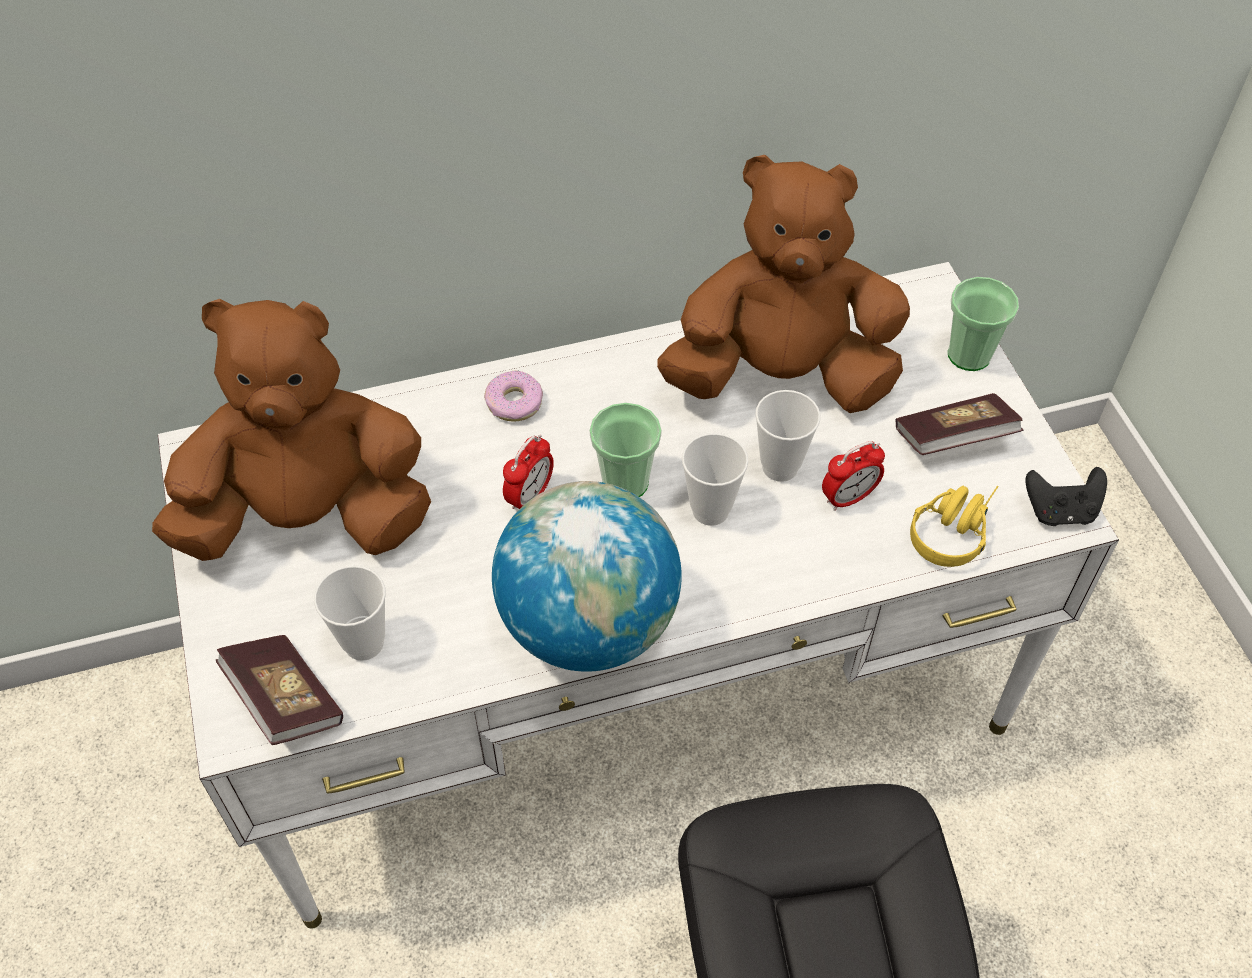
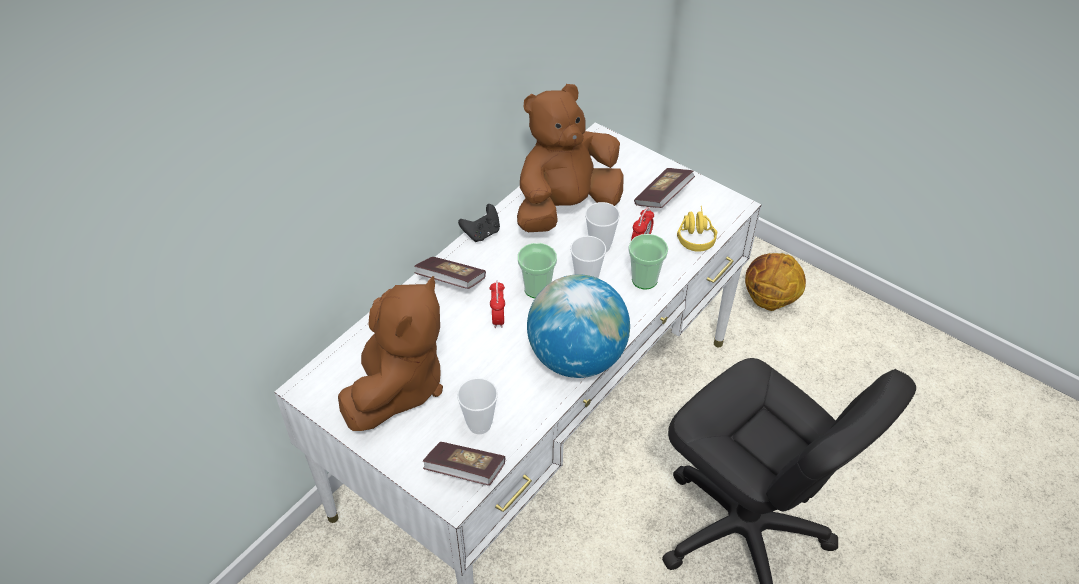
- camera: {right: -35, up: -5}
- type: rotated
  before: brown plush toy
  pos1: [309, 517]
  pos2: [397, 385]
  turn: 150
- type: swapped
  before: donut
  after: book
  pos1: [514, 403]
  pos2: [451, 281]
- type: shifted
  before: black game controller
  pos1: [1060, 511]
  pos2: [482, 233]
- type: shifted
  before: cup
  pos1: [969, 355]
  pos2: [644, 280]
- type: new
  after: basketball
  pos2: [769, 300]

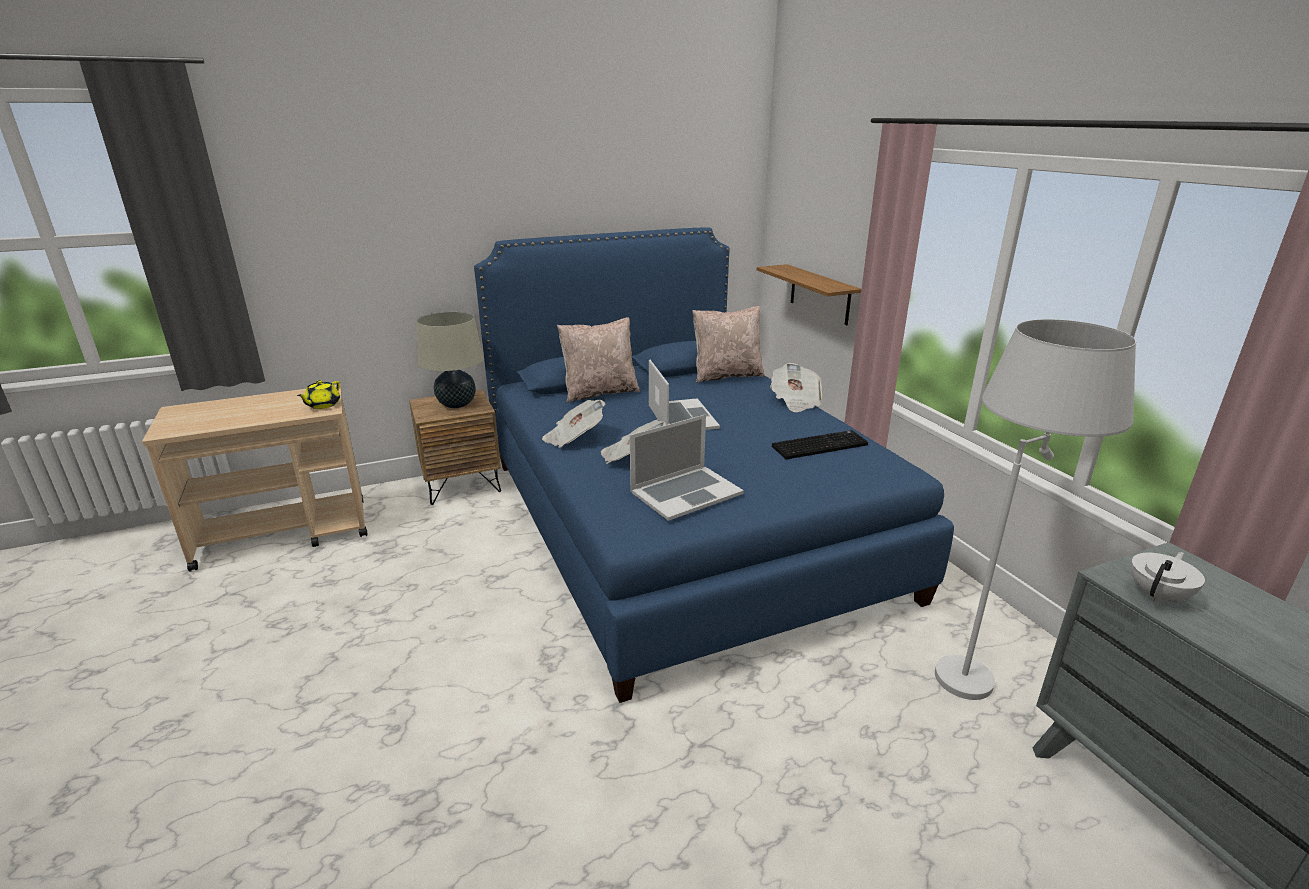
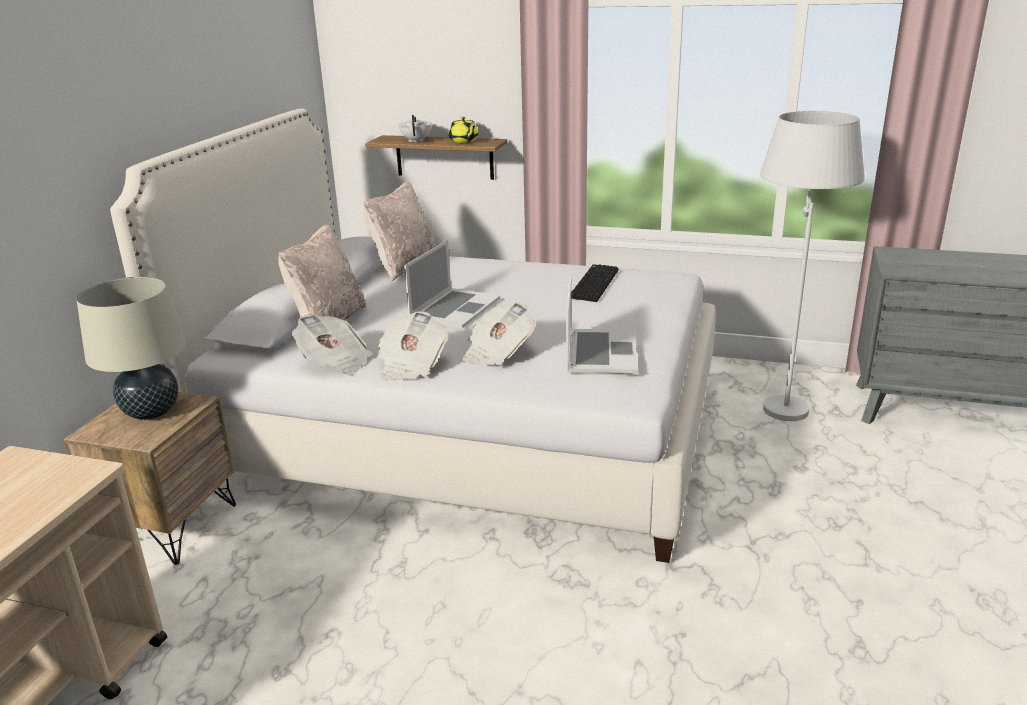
- camera: {right: -50, up: 0}
- type: repainted
  before: blue bed
  after: white bed
  pos1: [679, 524]
  pos2: [464, 429]
- type: shifted
  before: newspaper
  pos1: [795, 401]
  pos2: [334, 362]
- type: shifted
  before: white teapot
  pos1: [1158, 595]
  pos2: [416, 141]
- type: rotated
  before: laptop
  pos1: [682, 416]
  pos2: [454, 308]
  turn: 90
- type: shifted
  before: yellow teapot
  pos1: [322, 405]
  pos2: [464, 141]

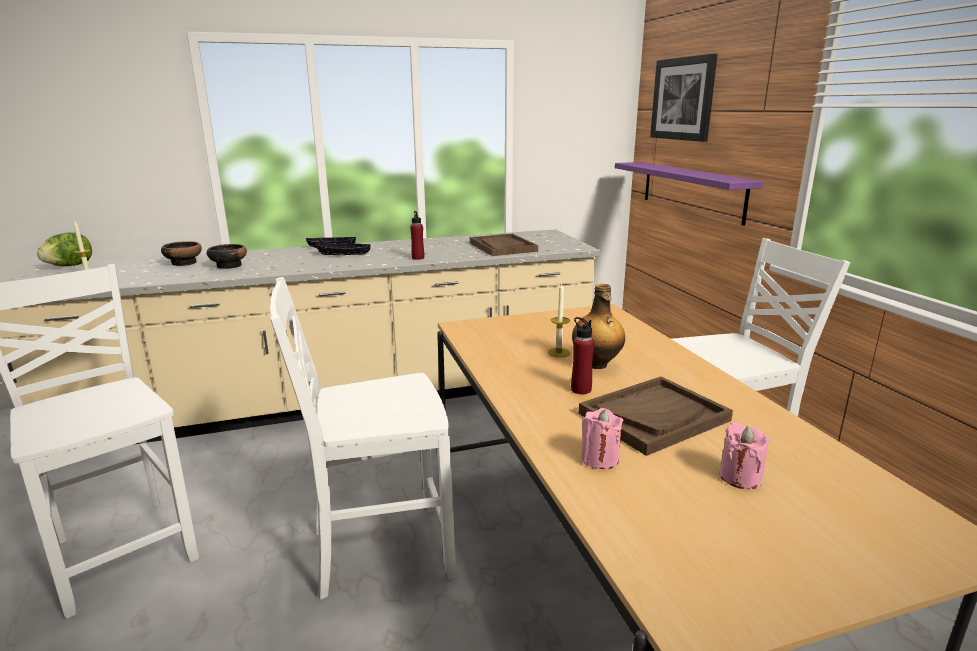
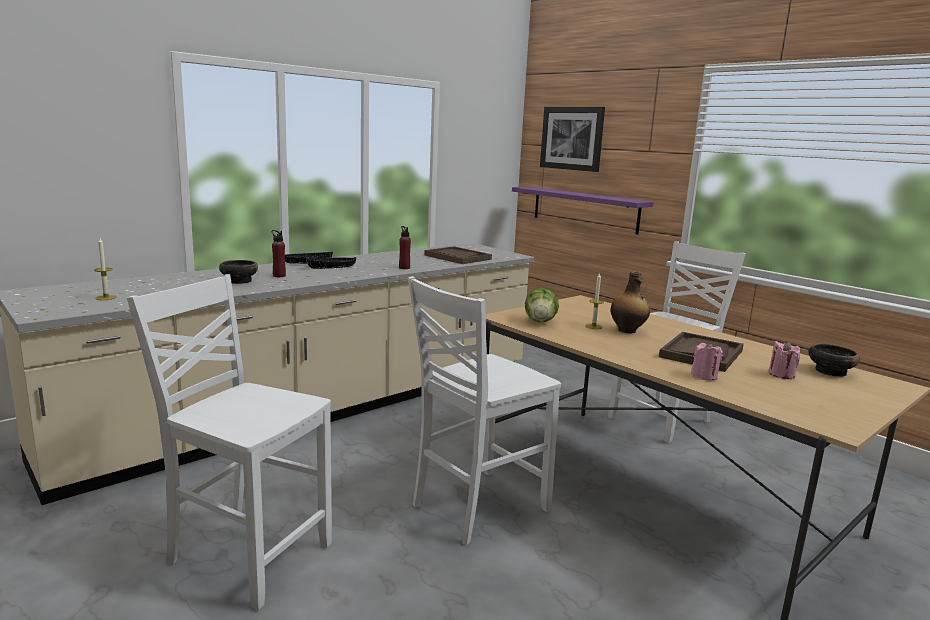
- camera: {right: -25, up: -5}
- type: shifted
  before: red bottle
  pos1: [581, 389]
  pos2: [279, 276]
- type: shifted
  before: lettuce
  pos1: [70, 266]
  pos2: [540, 321]
- type: shifted
  before: bowl
  pos1: [184, 263]
  pos2: [829, 371]

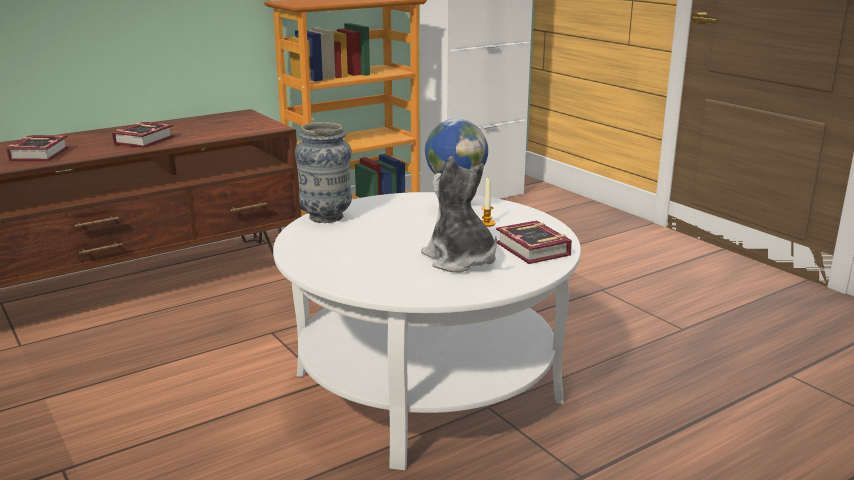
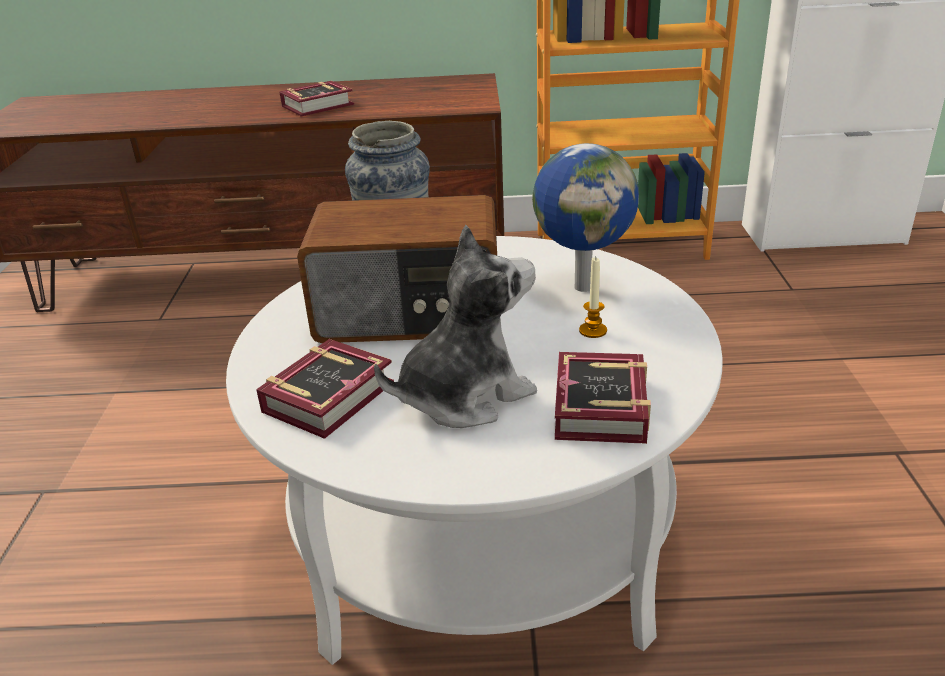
- camera: {right: 35, up: 10}
- type: shifted
  before: book
  pos1: [42, 154]
  pos2: [334, 396]
- type: new
  after: radio
  pos2: [410, 314]
- type: rotated
  before: plush toy
  pos1: [460, 260]
  pos2: [464, 395]
  turn: 60

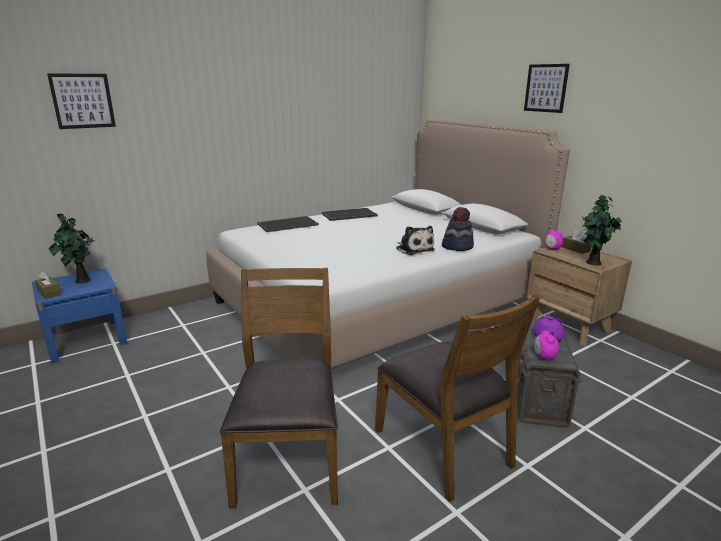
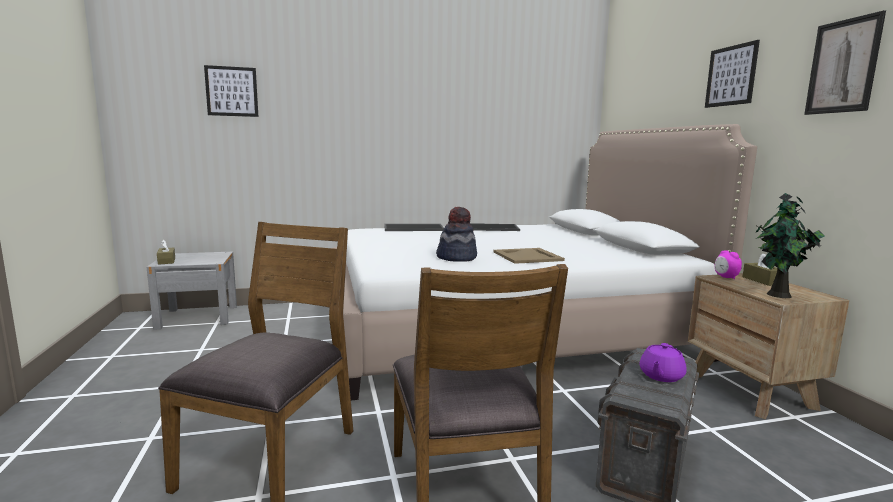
- camera: {right: 20, up: -10}
- type: repainted
  before: blue nightstand
  after: grey nightstand
  pos1: [86, 340]
  pos2: [198, 317]
- type: shifted
  before: hat
  pos1: [457, 246]
  pos2: [456, 258]
- type: swapped
  before: plush toy
  after: beige tray
  pos1: [414, 249]
  pos2: [527, 256]
- type: new
  after: picture
  pos2: [843, 66]
- type: gone
  before: potted plant
  pos1: [81, 281]
- type: gone
  before: alarm clock
  pos1: [543, 357]

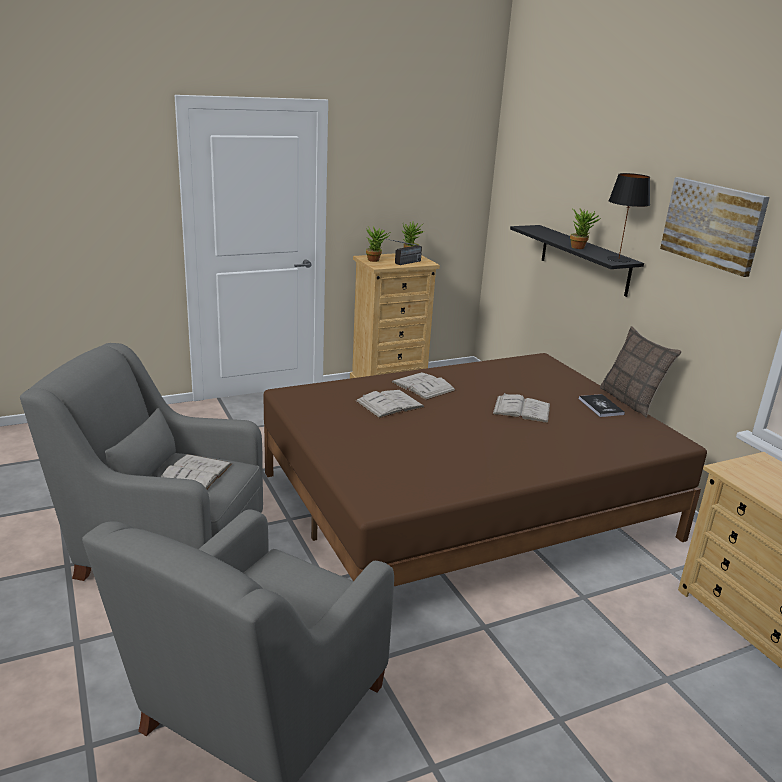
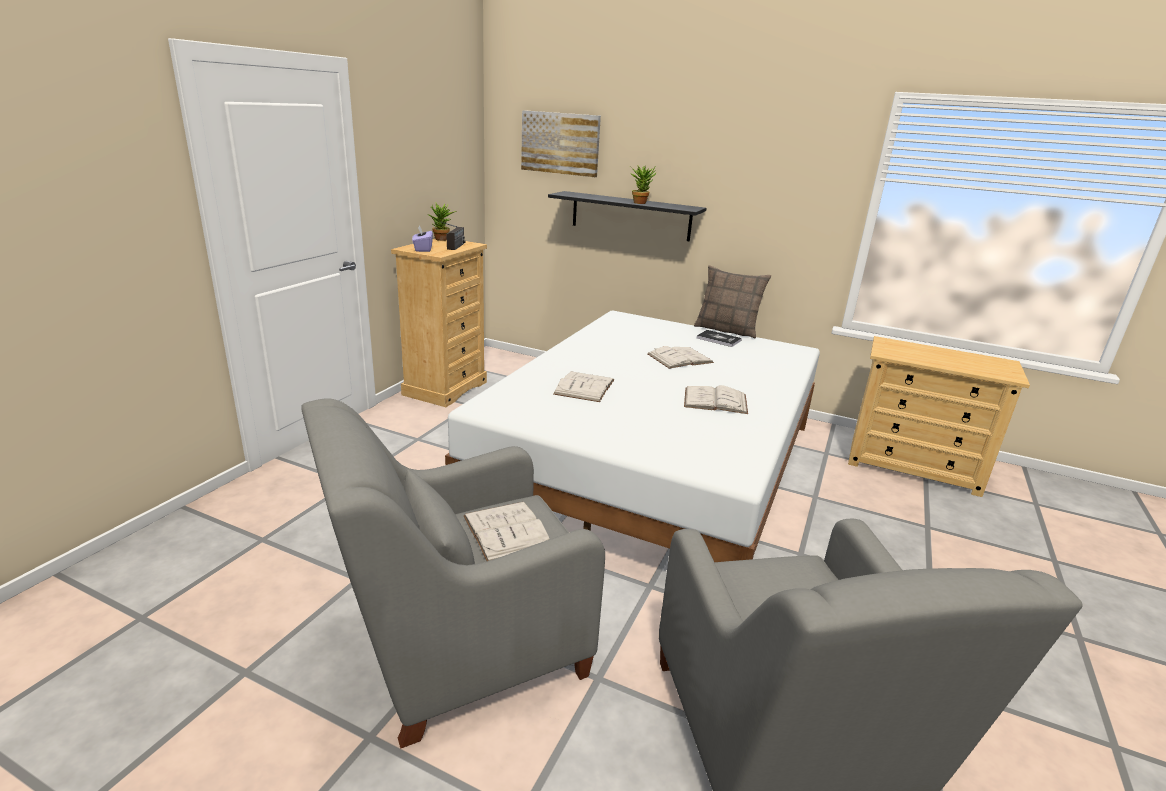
- camera: {right: -40, up: 0}
- type: swapped
  before: potted plant
  after: purple tissue box
  pos1: [376, 260]
  pos2: [423, 249]
- type: repainted
  before: brown bed
  after: white bed
  pos1: [466, 506]
  pos2: [652, 465]
- type: shifted
  before: picture
  pos1: [713, 224]
  pos2: [560, 143]
- type: shifted
  before: white book
  pos1: [423, 386]
  pos2: [715, 400]
- type: gone
  before: black table lamp
  pos1: [619, 259]

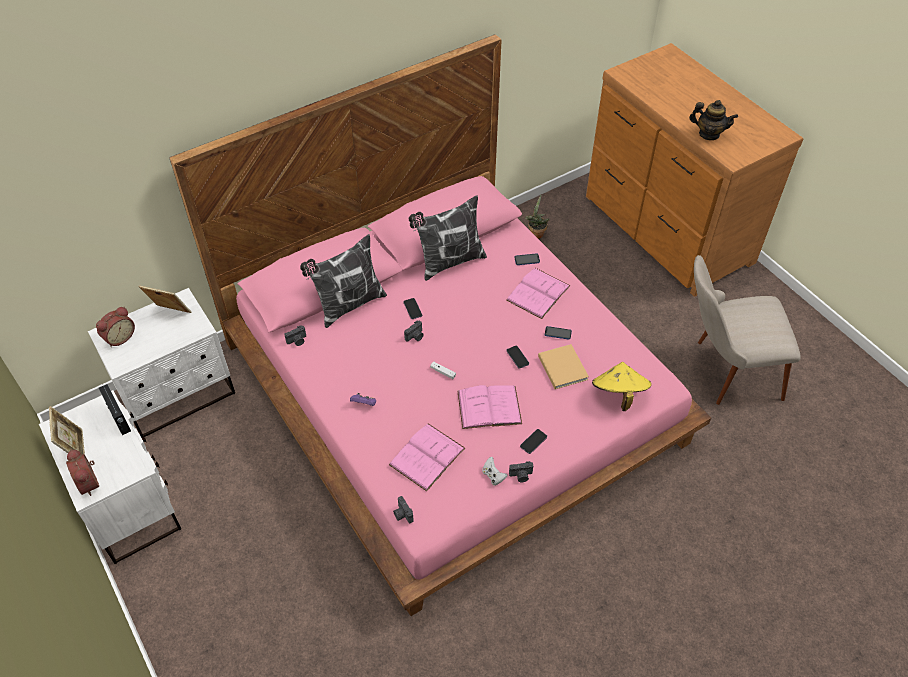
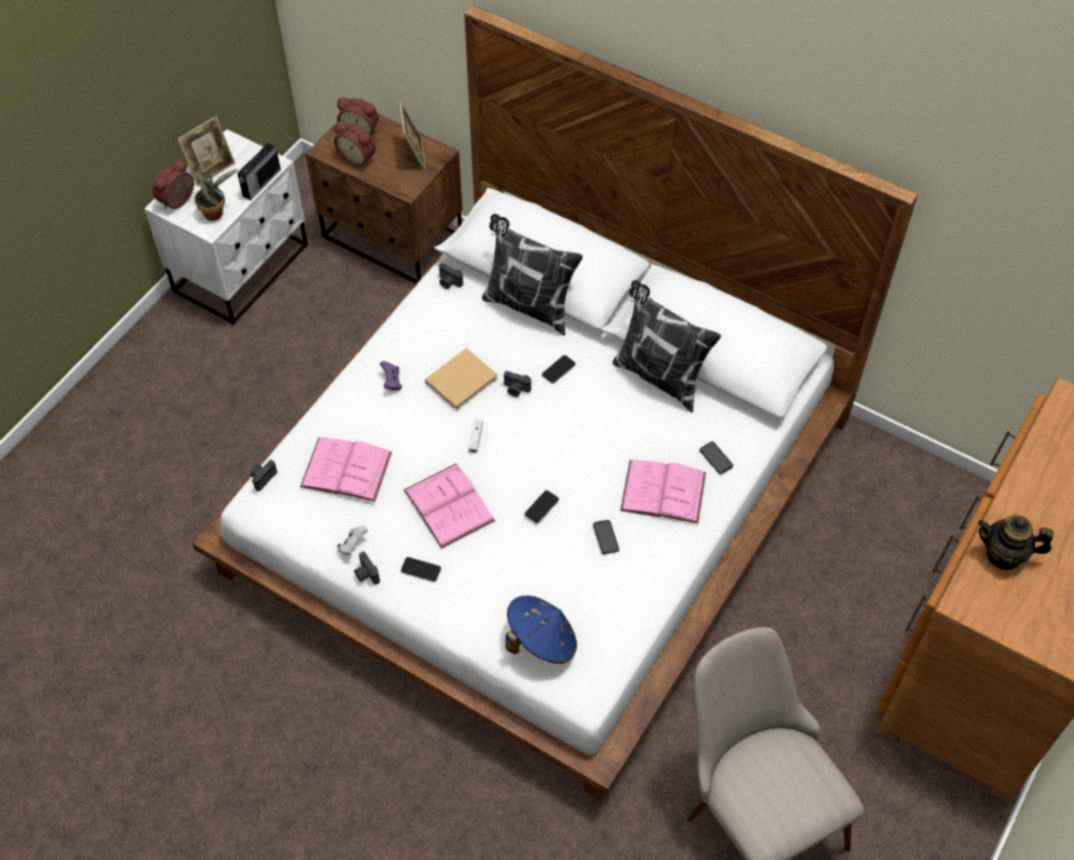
- camera: {right: 65, up: 5}
- type: repainted
  before: pink bed
  after: white bed
  pos1: [453, 391]
  pos2: [537, 494]
- type: shifted
  before: potted plant
  pos1: [536, 233]
  pos2: [216, 212]
- type: repainted
  before: white nightstand
  after: brown nightstand
  pos1: [178, 394]
  pos2: [392, 238]
- type: new
  after: alarm clock
  pos2: [358, 157]
- type: shifted
  before: beige book
  pos1: [562, 366]
  pos2: [463, 379]
- type: repainted
  before: yellow hat
  after: blue hat
  pos1: [618, 394]
  pos2: [541, 640]
- type: rotated
  before: teapot
  pos1: [709, 134]
  pos2: [1004, 555]
  turn: 105

